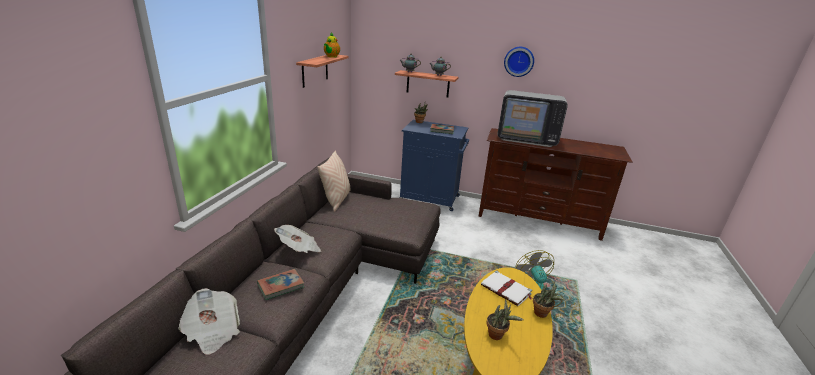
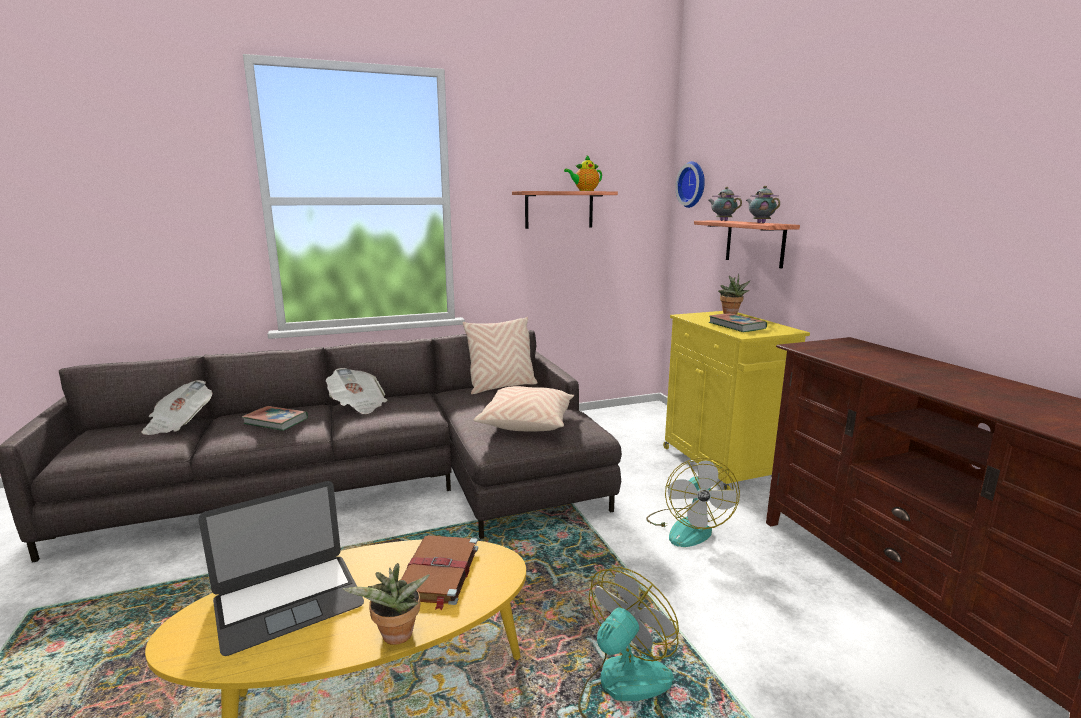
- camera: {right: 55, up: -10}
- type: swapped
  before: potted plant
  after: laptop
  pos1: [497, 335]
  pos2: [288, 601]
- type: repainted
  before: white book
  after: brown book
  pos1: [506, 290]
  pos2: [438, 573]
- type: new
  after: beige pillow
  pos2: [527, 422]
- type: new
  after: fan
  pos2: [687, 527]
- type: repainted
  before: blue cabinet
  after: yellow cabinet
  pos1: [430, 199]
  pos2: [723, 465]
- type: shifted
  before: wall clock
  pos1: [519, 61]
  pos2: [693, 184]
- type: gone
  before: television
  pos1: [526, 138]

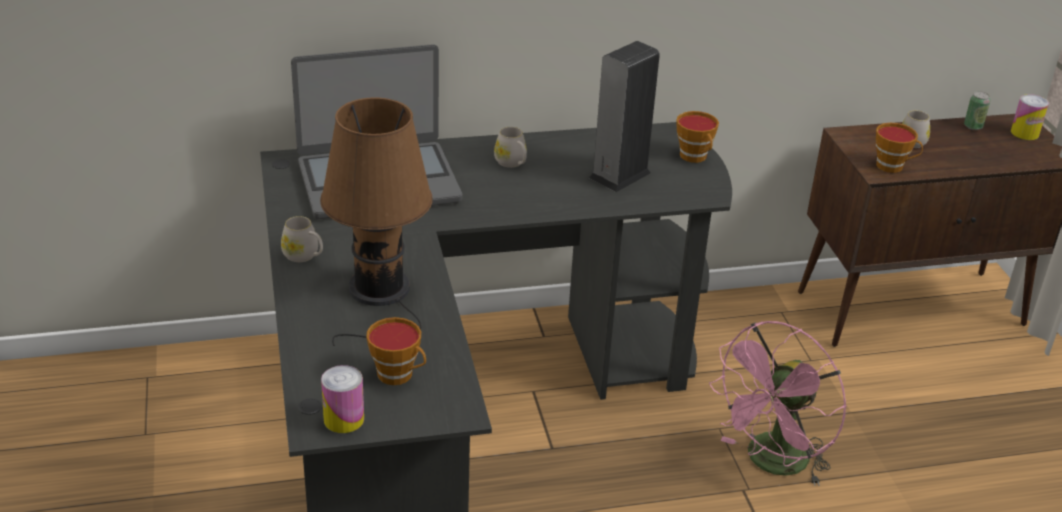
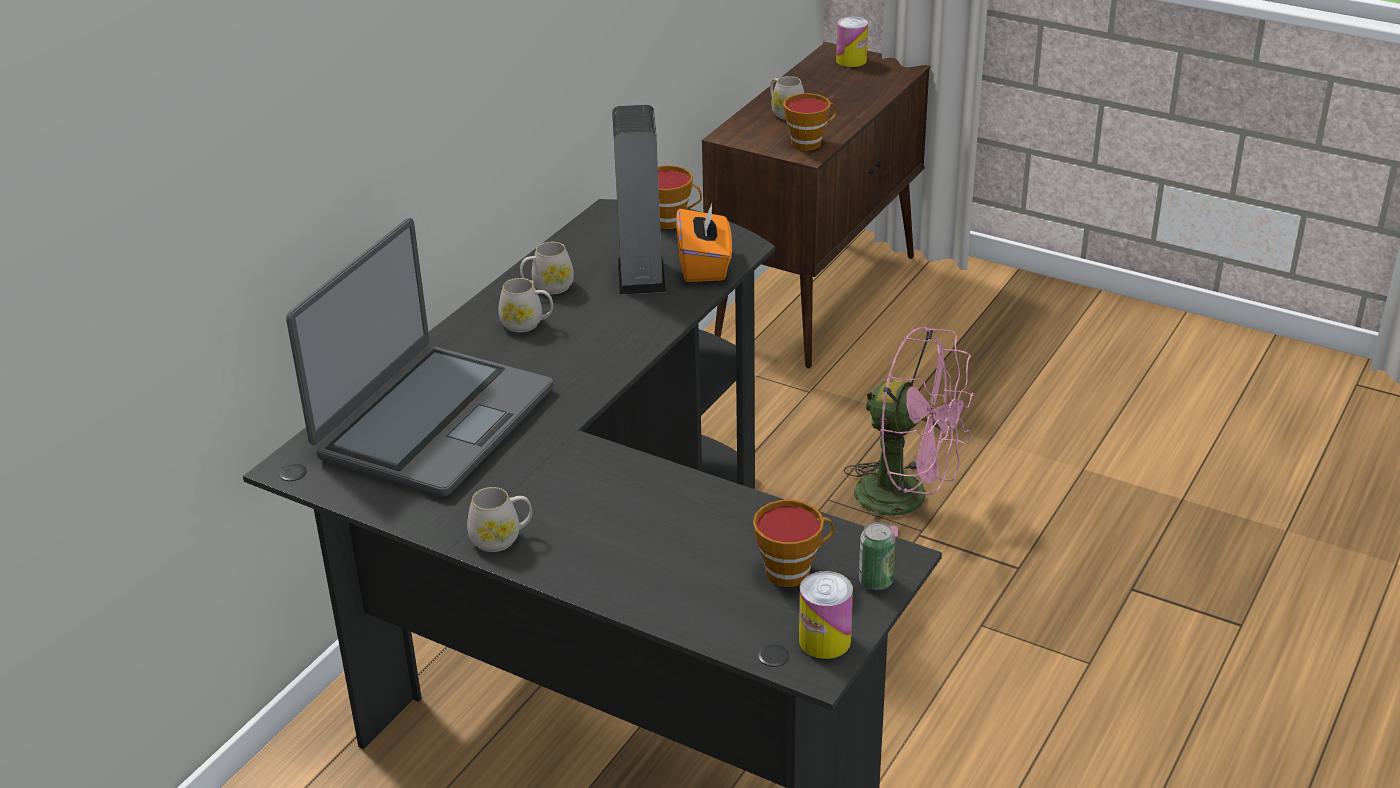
- camera: {right: -45, up: 0}
- type: new
  after: white mug
  pos2: [548, 287]
- type: new
  after: orange tissue box
  pos2: [704, 265]
- type: rotated
  before: pink fan
  pos1: [771, 464]
  pos2: [907, 498]
  turn: -60
- type: shifted
  before: can
  pos1: [973, 126]
  pos2: [875, 581]
- type: gone
  before: brown table lamp
  pos1: [379, 293]

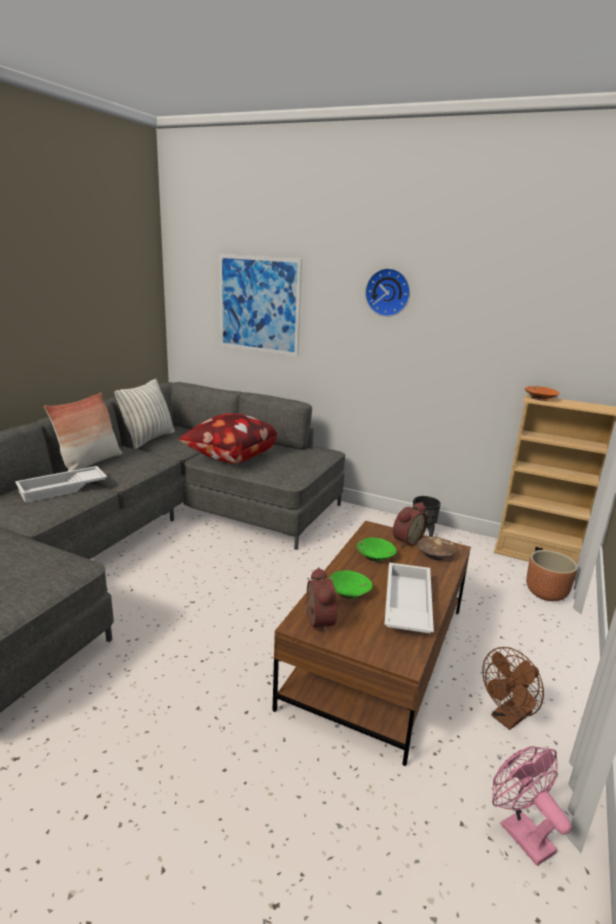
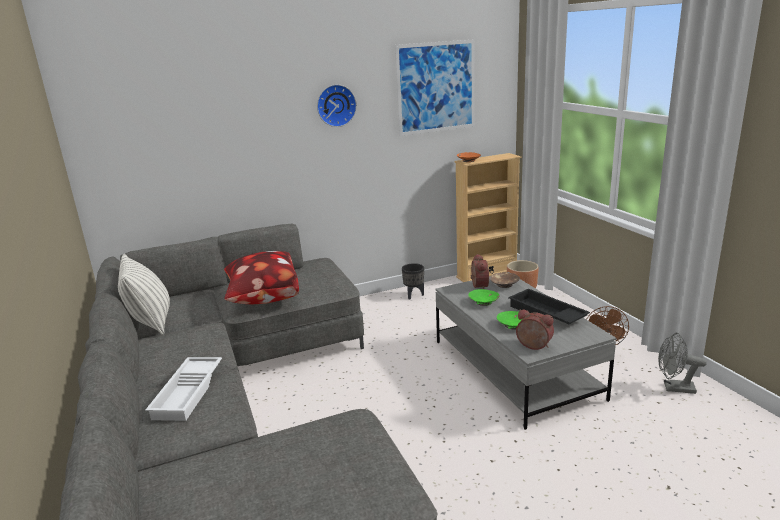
- camera: {right: -45, up: 0}
- type: shifted
  before: picture
  pos1: [259, 305]
  pos2: [436, 87]
- type: repainted
  before: brown coffee table
  after: grey coffee table
  pos1: [377, 655]
  pos2: [514, 369]
- type: repainted
  before: white tray
  after: black tray
  pos1: [405, 605]
  pos2: [545, 313]
- type: repainted
  before: pink fan
  after: grey fan
  pos1: [519, 831]
  pos2: [674, 388]
- type: gone
  before: pillow
  pos1: [90, 463]

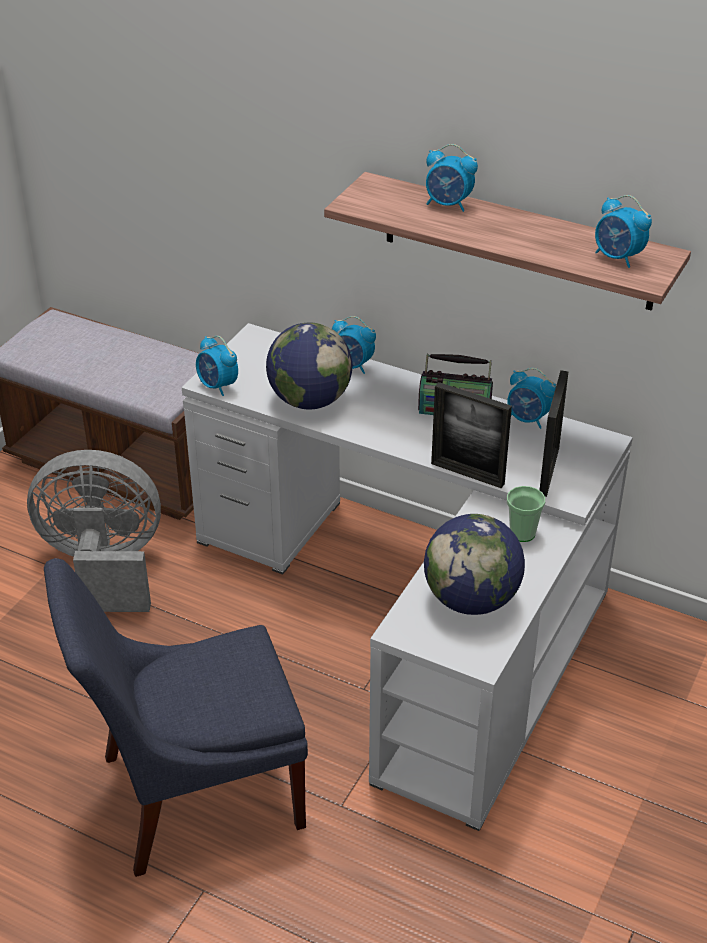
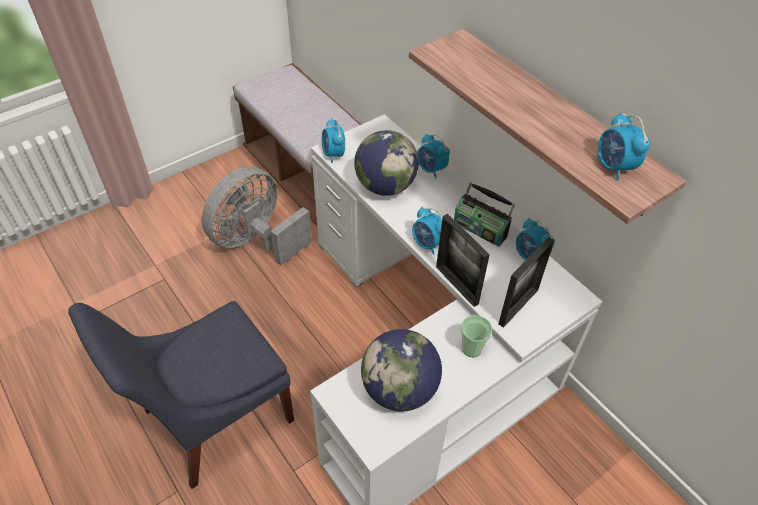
- camera: {right: 25, up: 10}
- type: rotated
  before: blue chair
  pos1: [192, 793]
  pos2: [212, 418]
  turn: -45
- type: rotated
  before: grey fan
  pos1: [104, 567]
  pos2: [256, 240]
  turn: -75
- type: shifted
  before: alarm clock
  pos1: [448, 204]
  pos2: [428, 244]

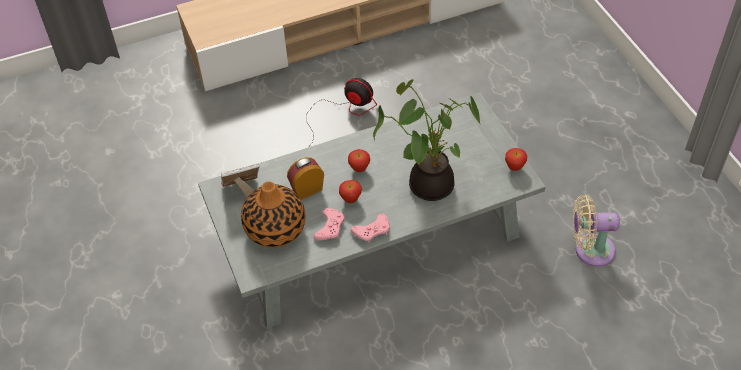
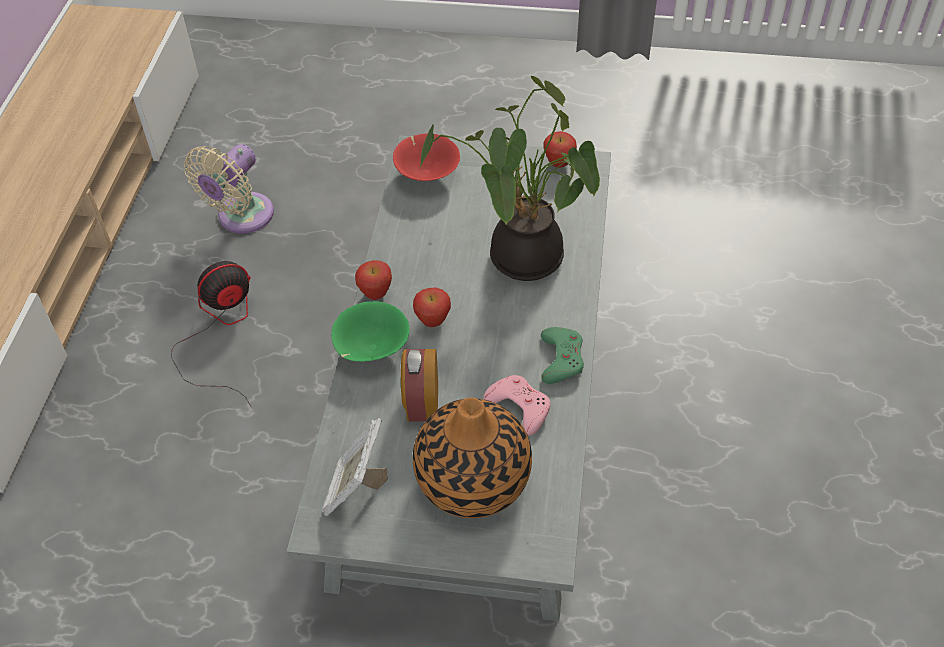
- camera: {right: -60, up: 0}
- type: shifted
  before: beige fan
  pos1: [590, 250]
  pos2: [241, 217]
- type: new
  after: green bowl
  pos2: [371, 349]
- type: shifted
  before: apple
  pos1: [350, 200]
  pos2: [375, 294]
- type: new
  after: red bowl
  pos2: [426, 174]
- type: repainted
  before: pink game controller
  after: green game controller
  pos1: [372, 230]
  pos2: [561, 359]

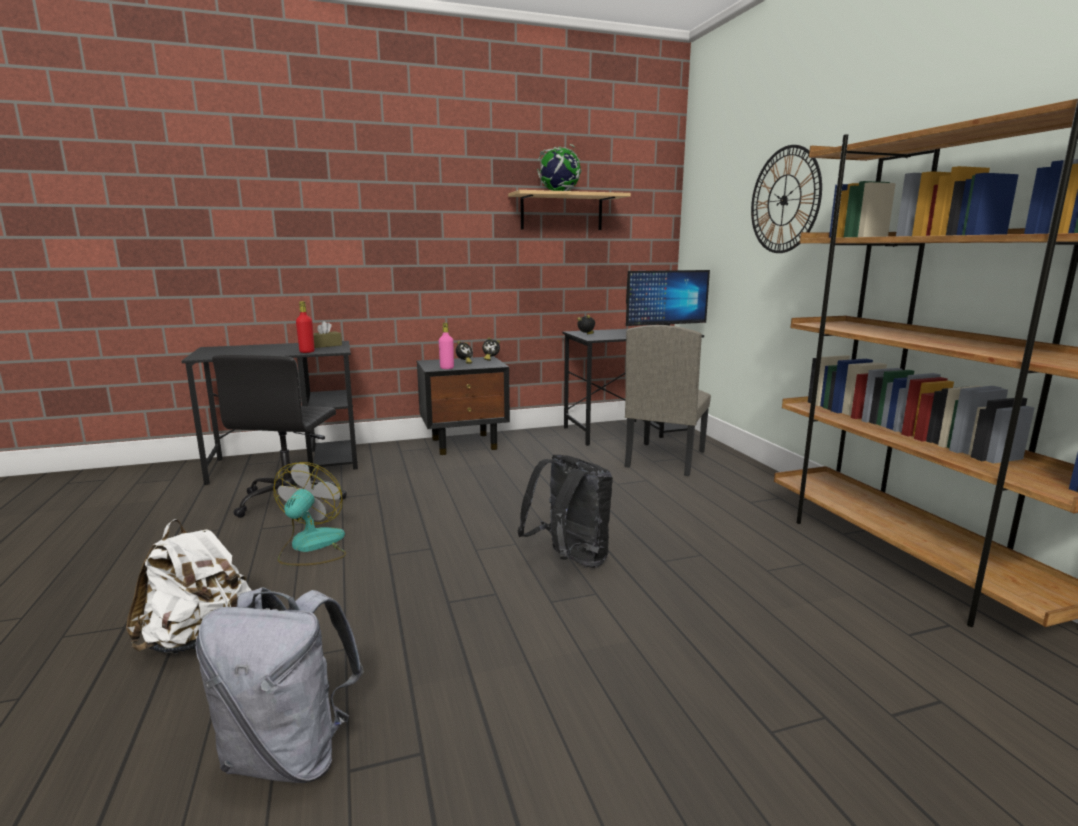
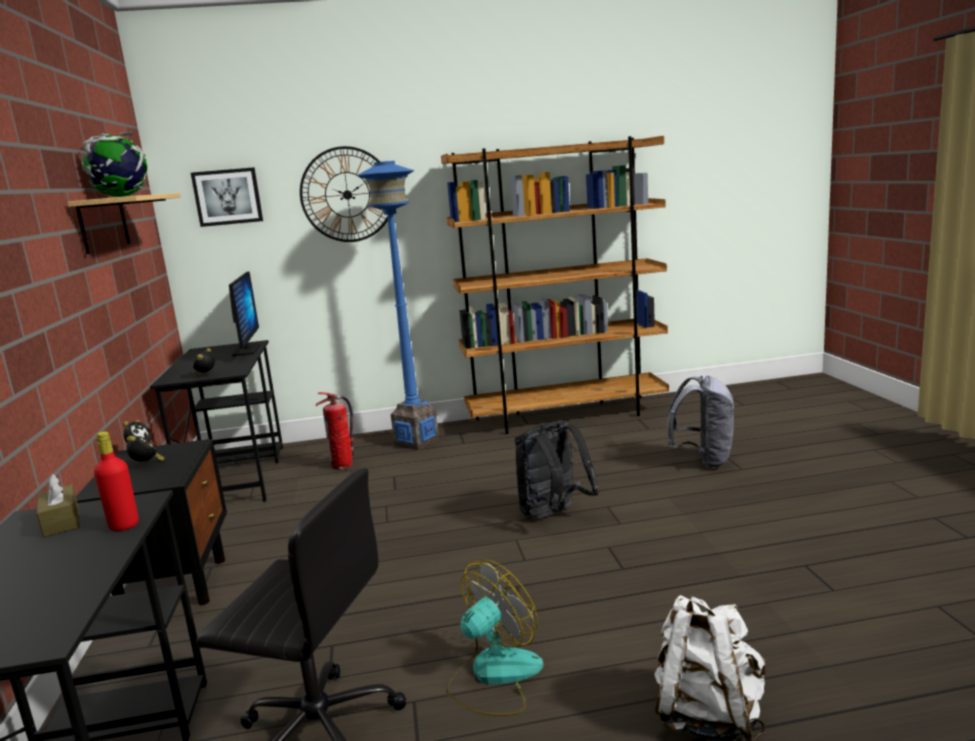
- camera: {right: -80, up: 0}
- type: new
  after: picture
  pos2: [228, 197]
- type: swapped
  before: beige chair
  after: fire extinguisher
  pos1: [664, 459]
  pos2: [342, 465]
- type: new
  after: blue floor lamp
  pos2: [416, 441]
- type: rotated
  before: fan
  pos1: [311, 547]
  pos2: [494, 676]
  turn: 120
- type: shifted
  before: grey backpack
  pos1: [290, 754]
  pos2: [703, 460]
- type: gone
  before: pink bottle
  pos1: [447, 368]

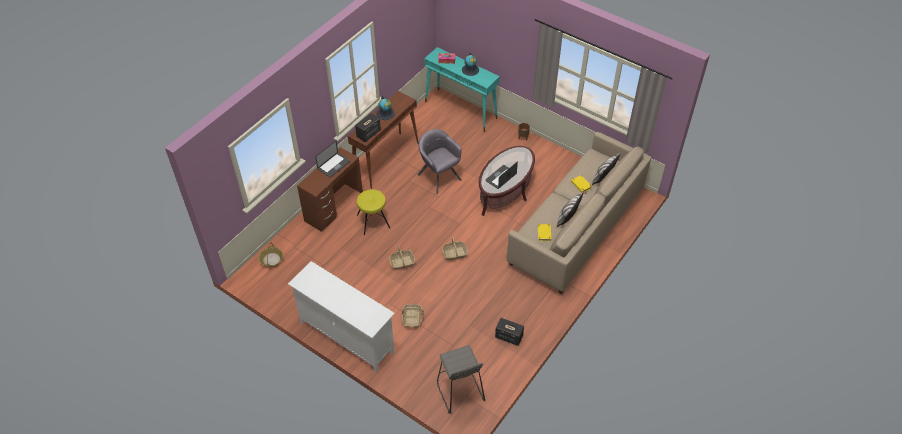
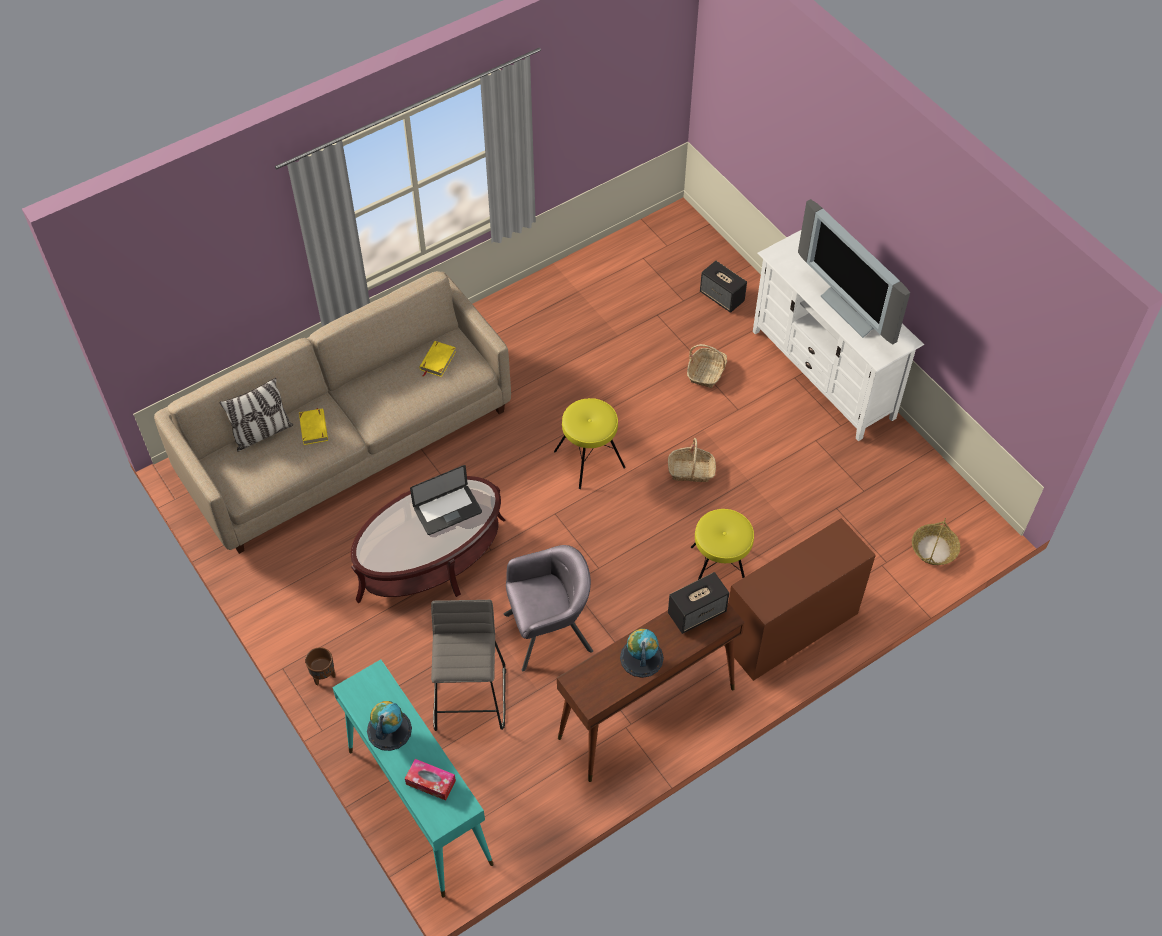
- camera: {right: -160, up: 5}
- type: shifted
  before: grey stool
  pos1: [460, 392]
  pos2: [470, 698]
- type: rotated
  before: grey armchair
  pos1: [439, 177]
  pos2: [549, 632]
  turn: -90
- type: swapped
  before: basket
  after: yellow stool
  pos1: [454, 253]
  pos2: [590, 459]
- type: shifted
  before: speaker
  pos1: [508, 336]
  pos2: [722, 297]
- type: new
  after: television
  pos2: [854, 310]
- type: gone
  before: laptop
  pos1: [334, 165]
- type: gone
  before: pillow
  pos1: [567, 218]

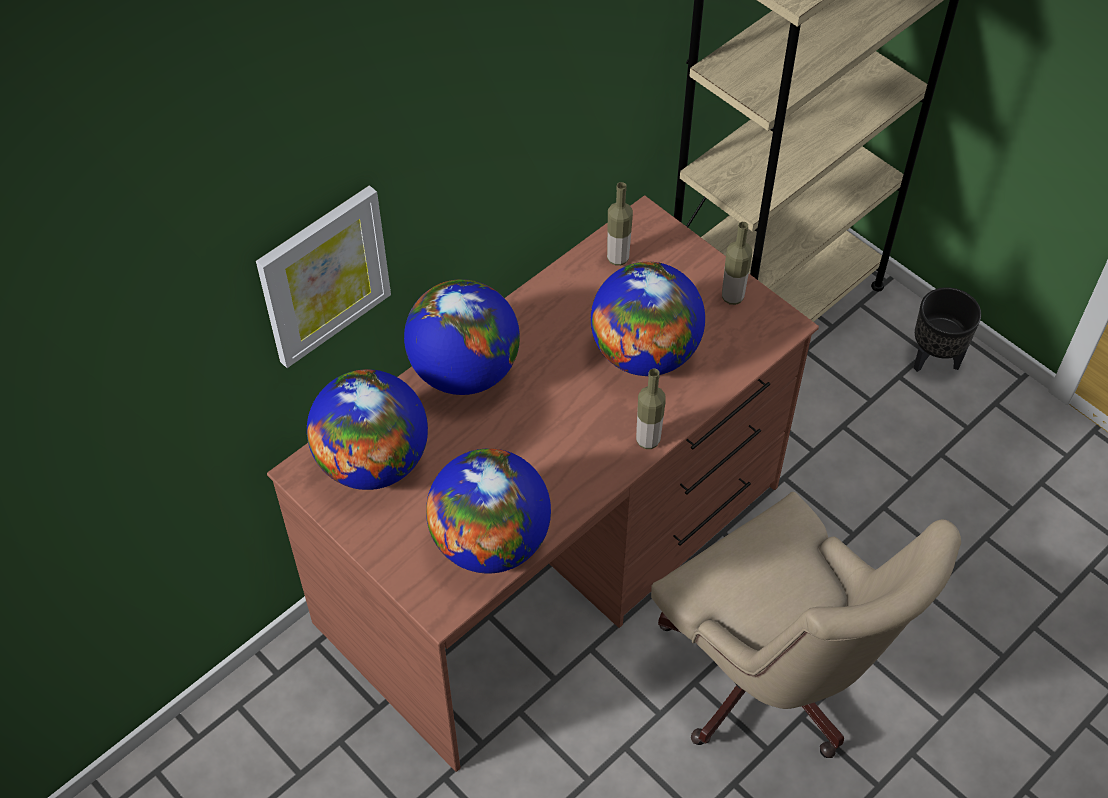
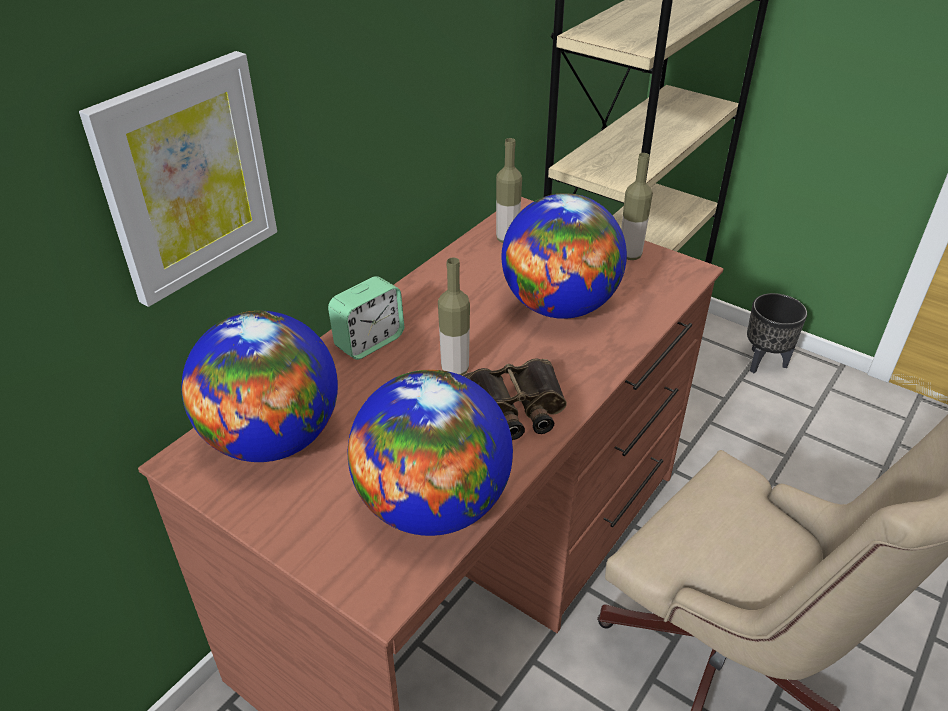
- camera: {right: -10, up: -15}
- type: swapped
  before: globe
  after: alarm clock
  pos1: [464, 371]
  pos2: [369, 342]
- type: shifted
  before: bottle
  pos1: [648, 440]
  pos2: [455, 369]
- type: new
  after: binoculars
  pos2: [515, 408]

